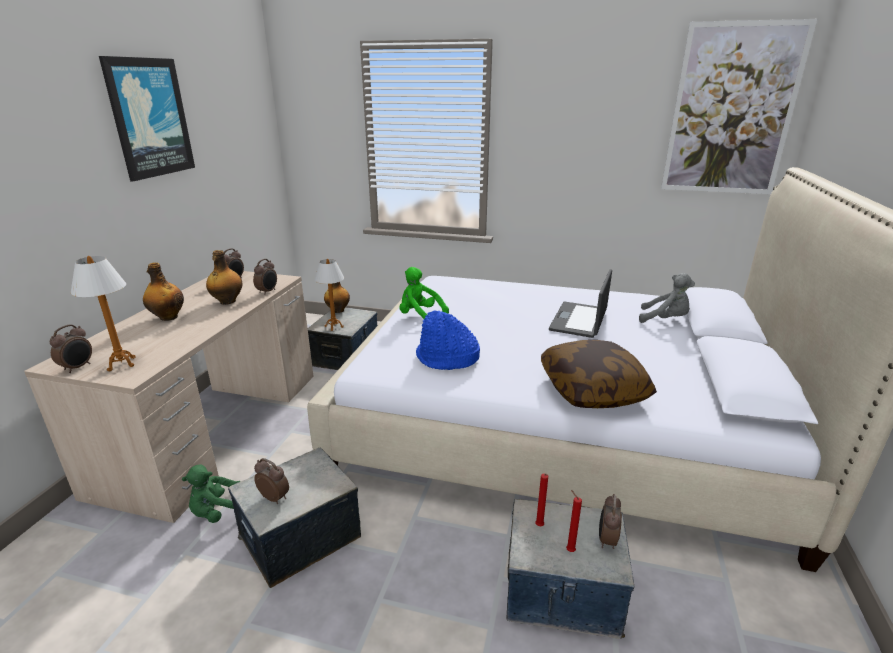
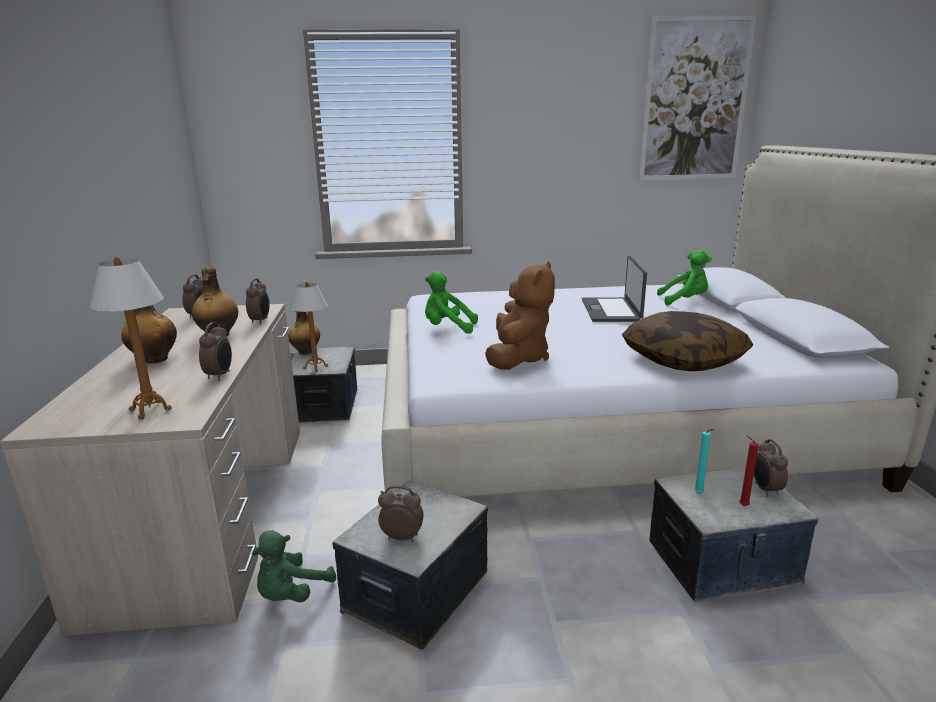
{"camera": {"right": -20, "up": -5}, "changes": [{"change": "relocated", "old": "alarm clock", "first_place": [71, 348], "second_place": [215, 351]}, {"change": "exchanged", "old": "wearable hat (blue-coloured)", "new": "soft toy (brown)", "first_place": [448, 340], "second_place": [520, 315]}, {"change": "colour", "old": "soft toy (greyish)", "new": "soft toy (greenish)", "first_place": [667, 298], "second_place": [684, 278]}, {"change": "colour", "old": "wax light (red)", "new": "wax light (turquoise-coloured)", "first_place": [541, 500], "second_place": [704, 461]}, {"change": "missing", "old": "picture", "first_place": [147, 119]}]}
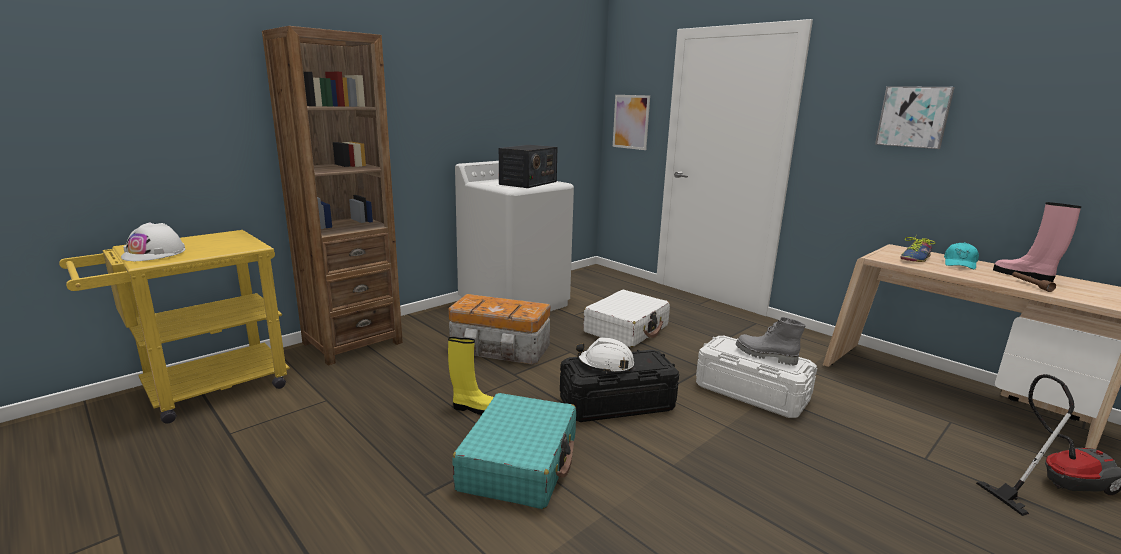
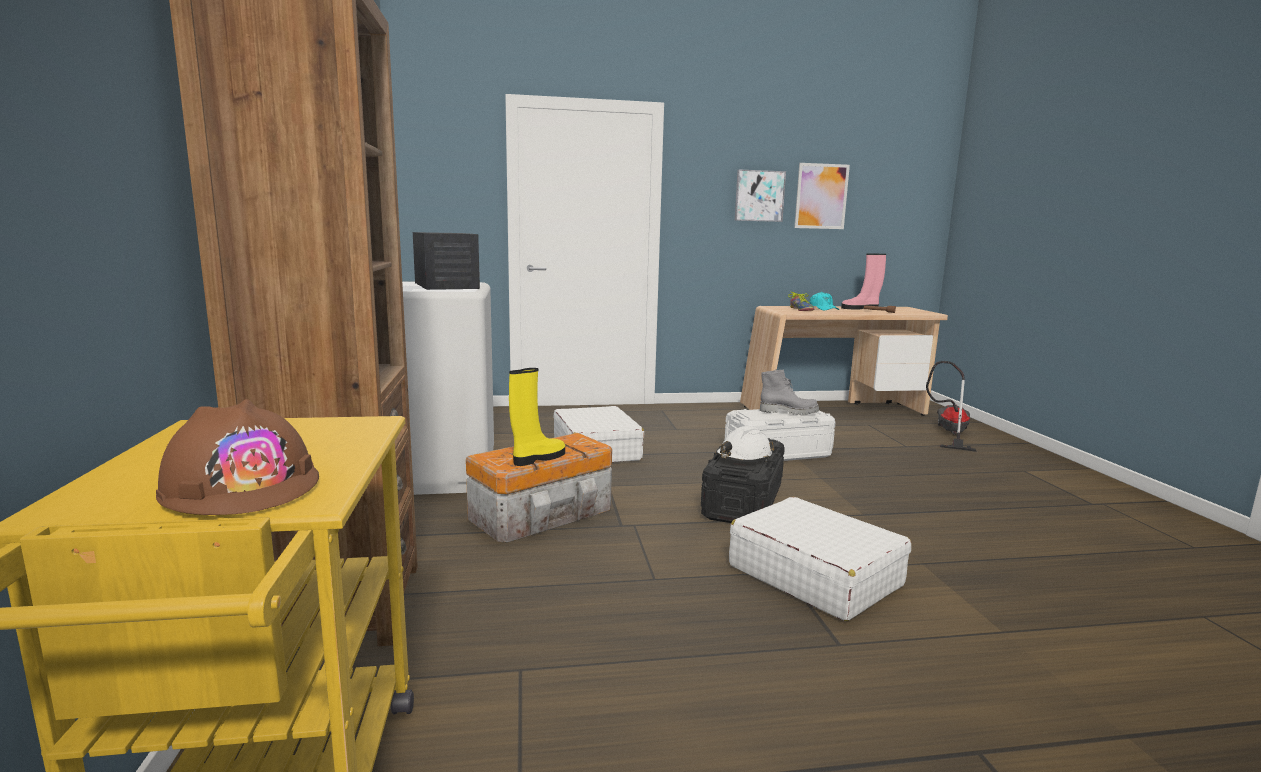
{"camera": {"right": -55, "up": -5}, "changes": [{"change": "colour", "old": "hard hat (whitish)", "new": "hard hat (brown)", "first_place": [153, 241], "second_place": [237, 457]}, {"change": "relocated", "old": "boot (yellow-coloured)", "first_place": [471, 376], "second_place": [537, 417]}, {"change": "colour", "old": "suitcase (turquoise-coloured)", "new": "suitcase (whitish)", "first_place": [514, 451], "second_place": [820, 559]}, {"change": "spun", "old": "boot (greyish)", "first_place": [770, 341], "second_place": [789, 392], "degrees": -150}, {"change": "relocated", "old": "picture", "first_place": [631, 122], "second_place": [822, 196]}]}
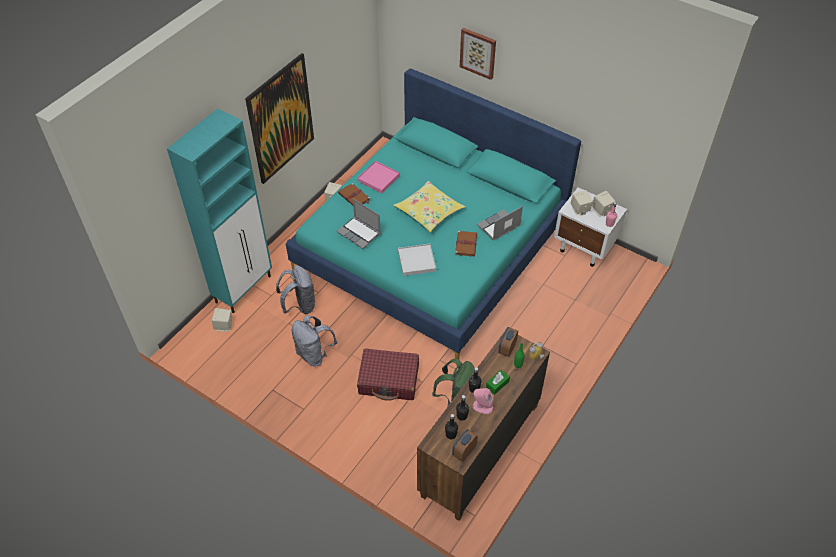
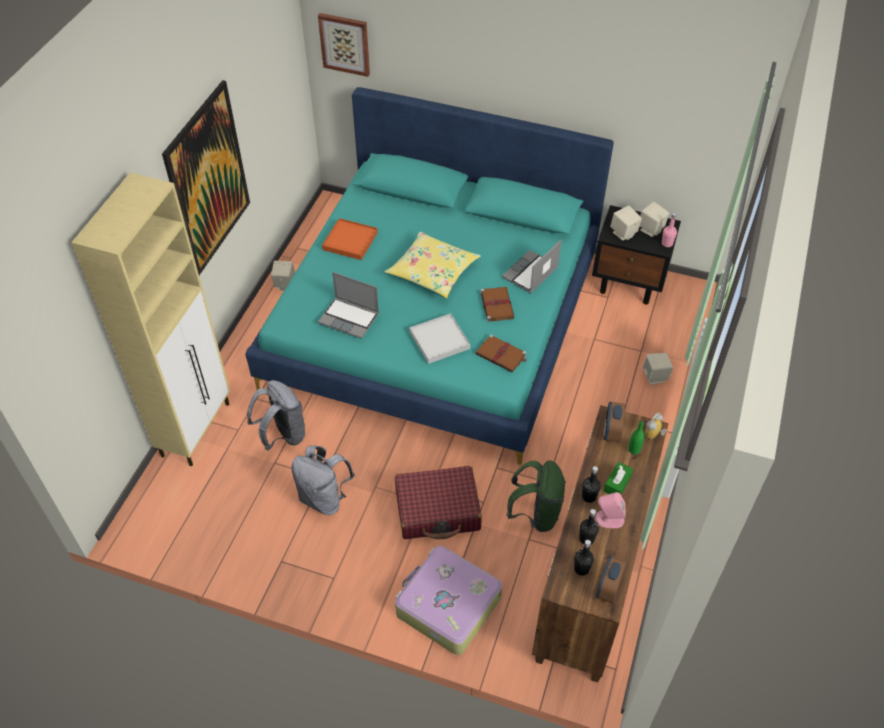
{"camera": {"right": -15, "up": 0}, "changes": [{"change": "colour", "old": "cabinet (turquoise-coloured)", "new": "cabinet (sand-coloured)", "first_place": [219, 211], "second_place": [150, 319]}, {"change": "relocated", "old": "picture", "first_place": [478, 54], "second_place": [344, 45]}, {"change": "colour", "old": "tray (pink)", "new": "tray (orange-coloured)", "first_place": [378, 177], "second_place": [350, 239]}, {"change": "appeared", "new": "suitcase", "second_place": [448, 600]}, {"change": "relocated", "old": "bound book (brown)", "first_place": [354, 194], "second_place": [501, 353]}, {"change": "colour", "old": "bedside table (whitish)", "new": "bedside table (black)", "first_place": [590, 227], "second_place": [636, 254]}, {"change": "relocated", "old": "loudspeaker (sand-coloured)", "first_place": [222, 320], "second_place": [658, 369]}]}
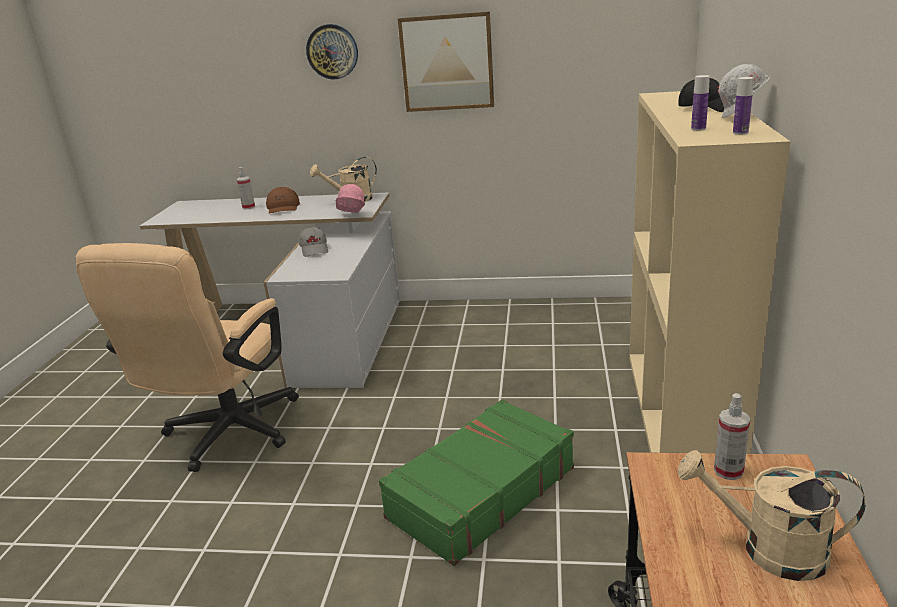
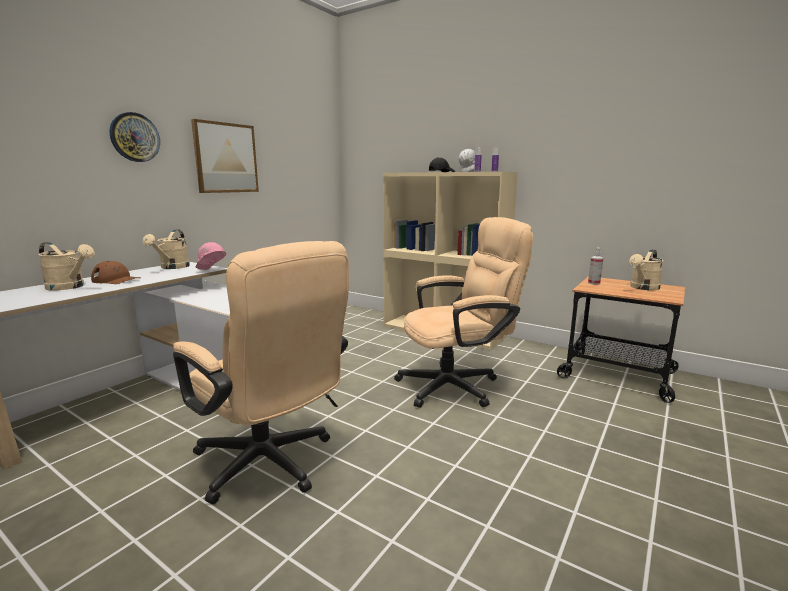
{"camera": {"right": -65, "up": -10}, "changes": [{"change": "exchanged", "old": "spray bottle", "new": "watering pot (sand-coloured)", "first_place": [246, 188], "second_place": [66, 266]}, {"change": "exchanged", "old": "suitcase (greenish)", "new": "computer chair (sand-coloured)", "first_place": [476, 482], "second_place": [463, 312]}, {"change": "missing", "old": "peaked cap (greyish)", "first_place": [313, 242]}]}
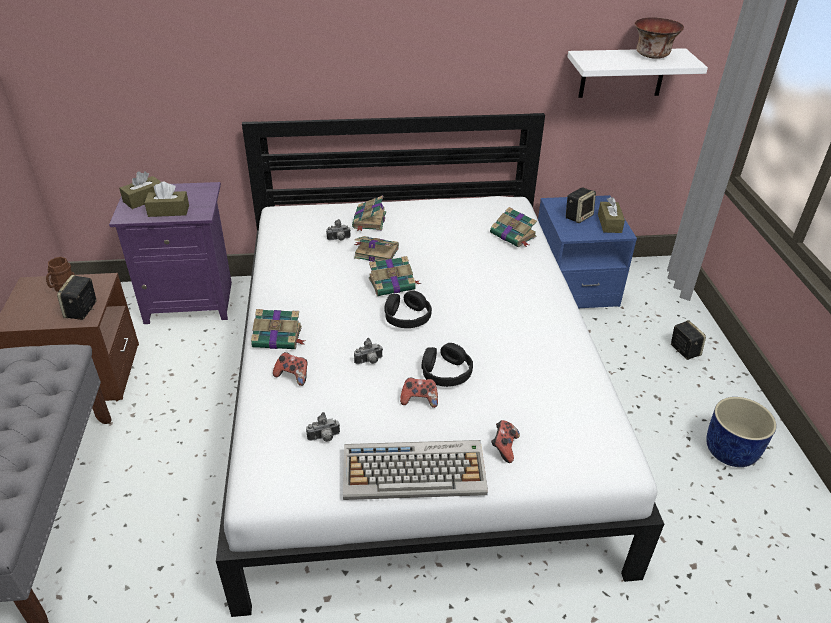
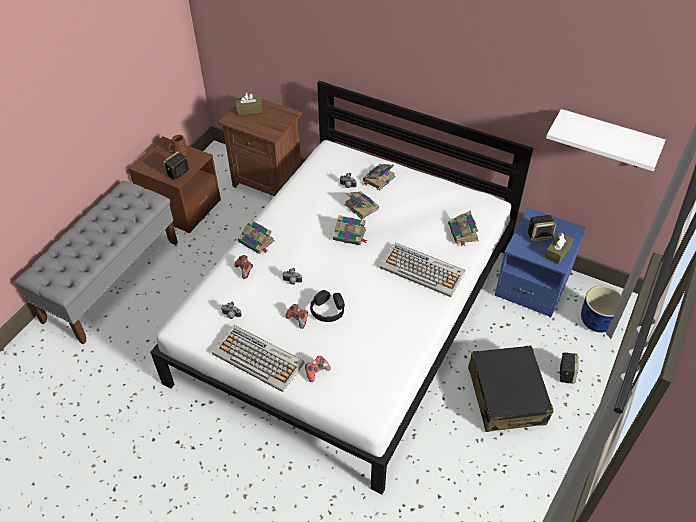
{"camera": {"right": 35, "up": 10}, "changes": [{"change": "colour", "old": "bedside table (purple)", "new": "bedside table (brown)", "first_place": [170, 253], "second_place": [260, 147]}, {"change": "appeared", "new": "keyboard", "second_place": [422, 269]}, {"change": "appeared", "new": "suitcase (black)", "second_place": [511, 388]}, {"change": "relocated", "old": "plant pot (blue-coloured)", "first_place": [741, 432], "second_place": [601, 309]}, {"change": "missing", "old": "tissue box (brown)", "first_place": [166, 199]}, {"change": "missing", "old": "headset (black)", "first_place": [408, 309]}, {"change": "missing", "old": "serving bowl", "first_place": [659, 38]}]}
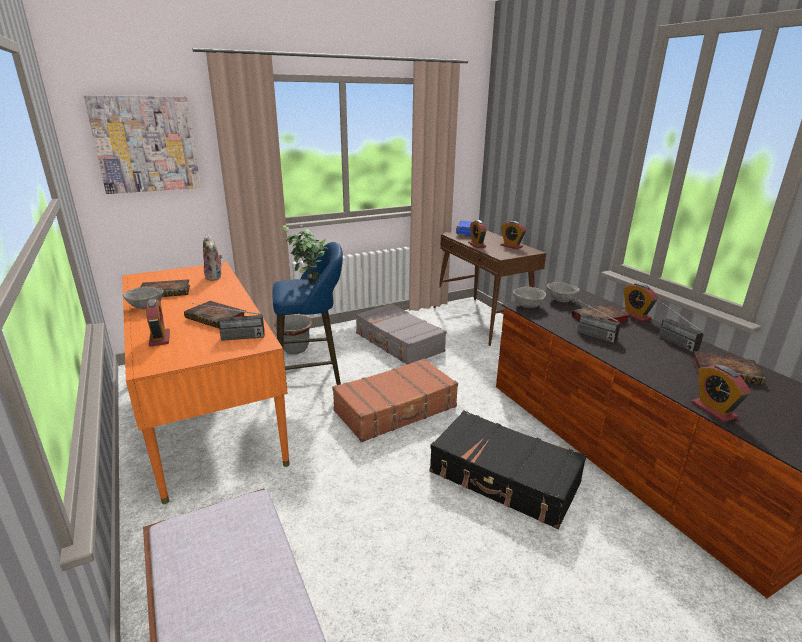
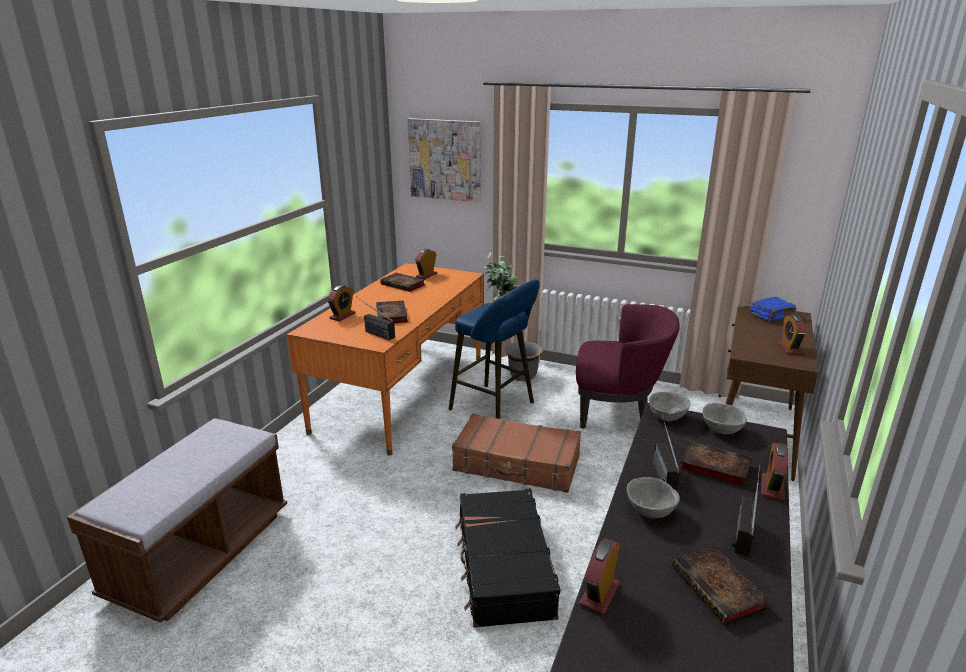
{"camera": {"right": 50, "up": 0}, "changes": [{"change": "relocated", "old": "alarm clock", "first_place": [477, 234], "second_place": [426, 264]}, {"change": "exchanged", "old": "suitcase (greyish)", "new": "lounge chair (purple)", "first_place": [401, 334], "second_place": [628, 366]}, {"change": "relocated", "old": "serving bowl (greyish)", "first_place": [143, 297], "second_place": [653, 497]}, {"change": "missing", "old": "soft toy", "first_place": [212, 257]}]}
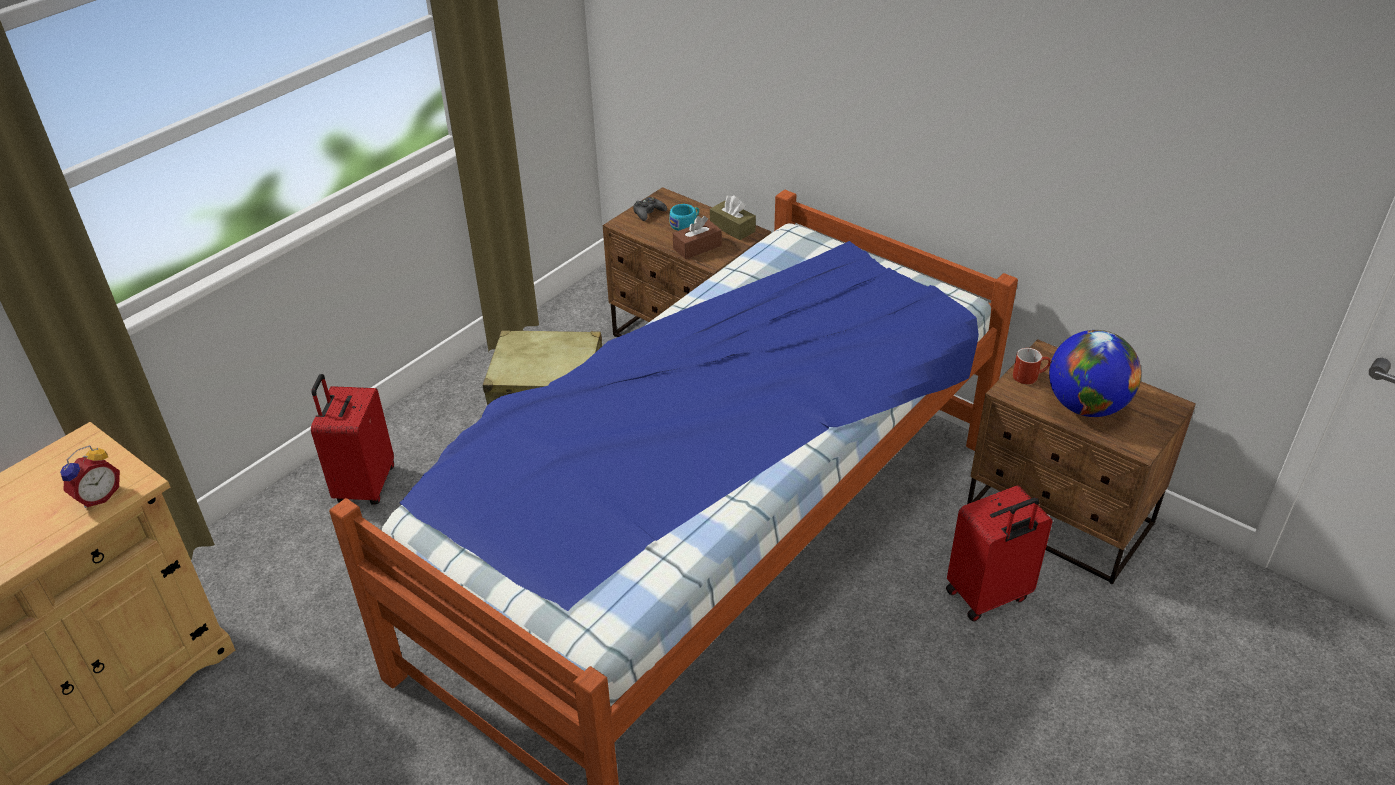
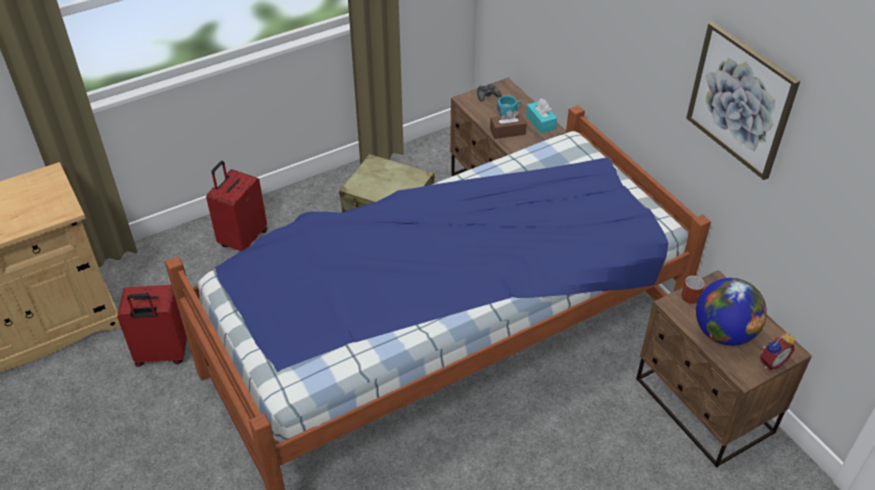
{"camera": {"right": 20, "up": 5}, "changes": [{"change": "relocated", "old": "suitcase (red)", "first_place": [999, 553], "second_place": [152, 326]}, {"change": "colour", "old": "tissue box (brown)", "new": "tissue box (turquoise-coloured)", "first_place": [733, 217], "second_place": [541, 115]}, {"change": "appeared", "new": "picture", "second_place": [743, 101]}, {"change": "relocated", "old": "alarm clock", "first_place": [90, 476], "second_place": [777, 351]}]}
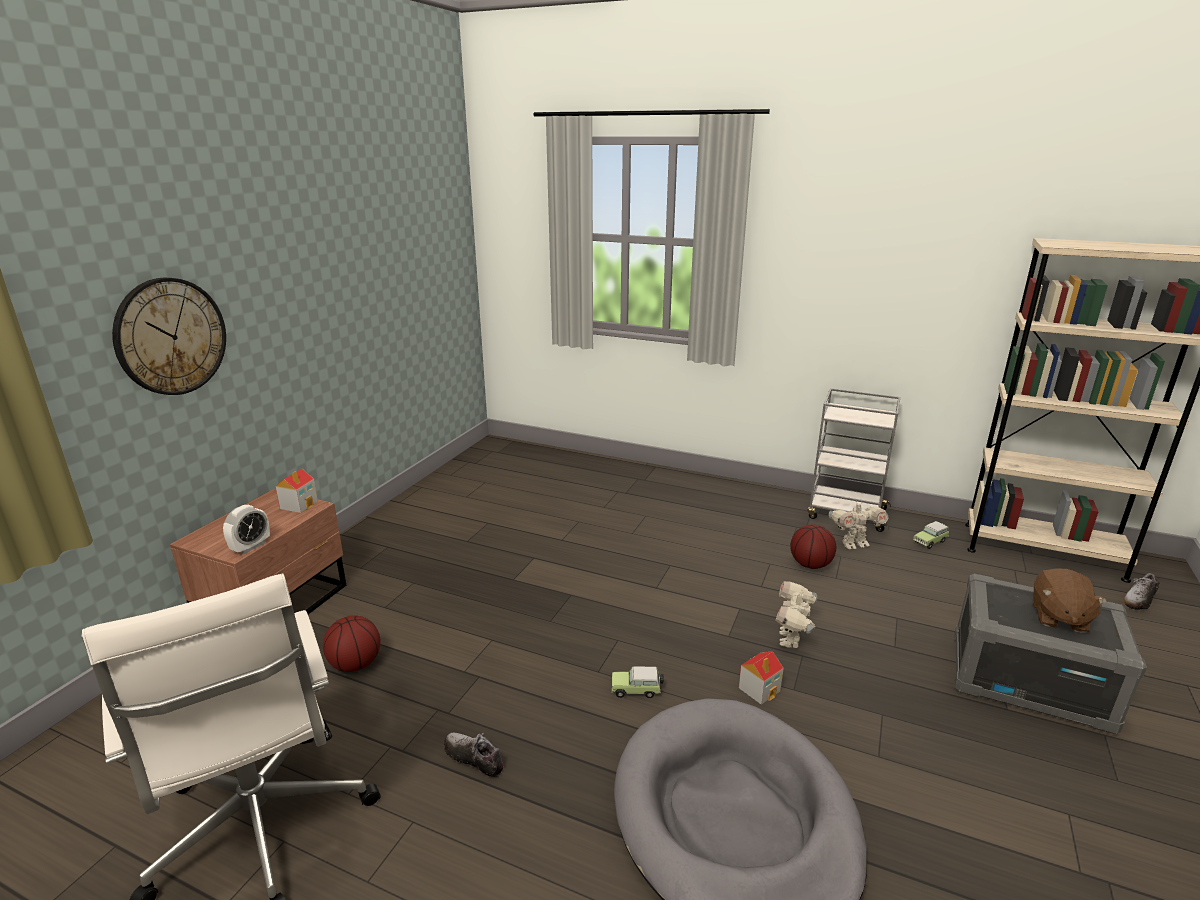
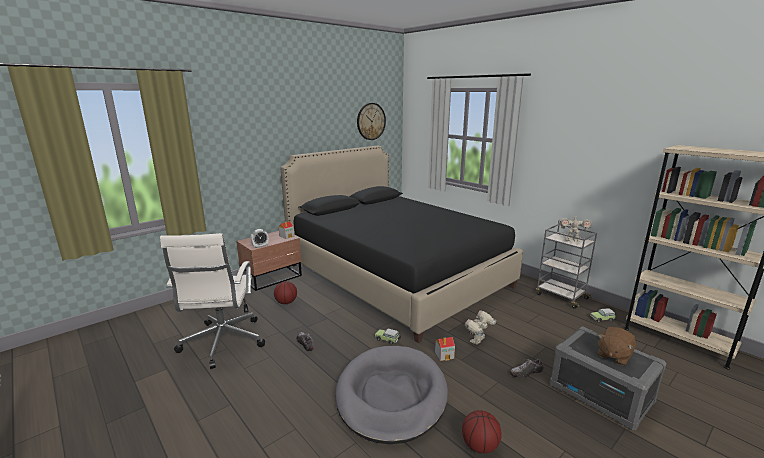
{"camera": {"right": 25, "up": -5}, "changes": [{"change": "appeared", "new": "sleeping bed (black)", "second_place": [401, 244]}, {"change": "relocated", "old": "clock on the wall", "first_place": [169, 336], "second_place": [371, 121]}, {"change": "relocated", "old": "ball for basketball", "first_place": [813, 547], "second_place": [482, 431]}, {"change": "relocated", "old": "shoe", "first_place": [1142, 591], "second_place": [527, 368]}, {"change": "relocated", "old": "toy robot", "first_place": [858, 524], "second_place": [575, 229]}]}
